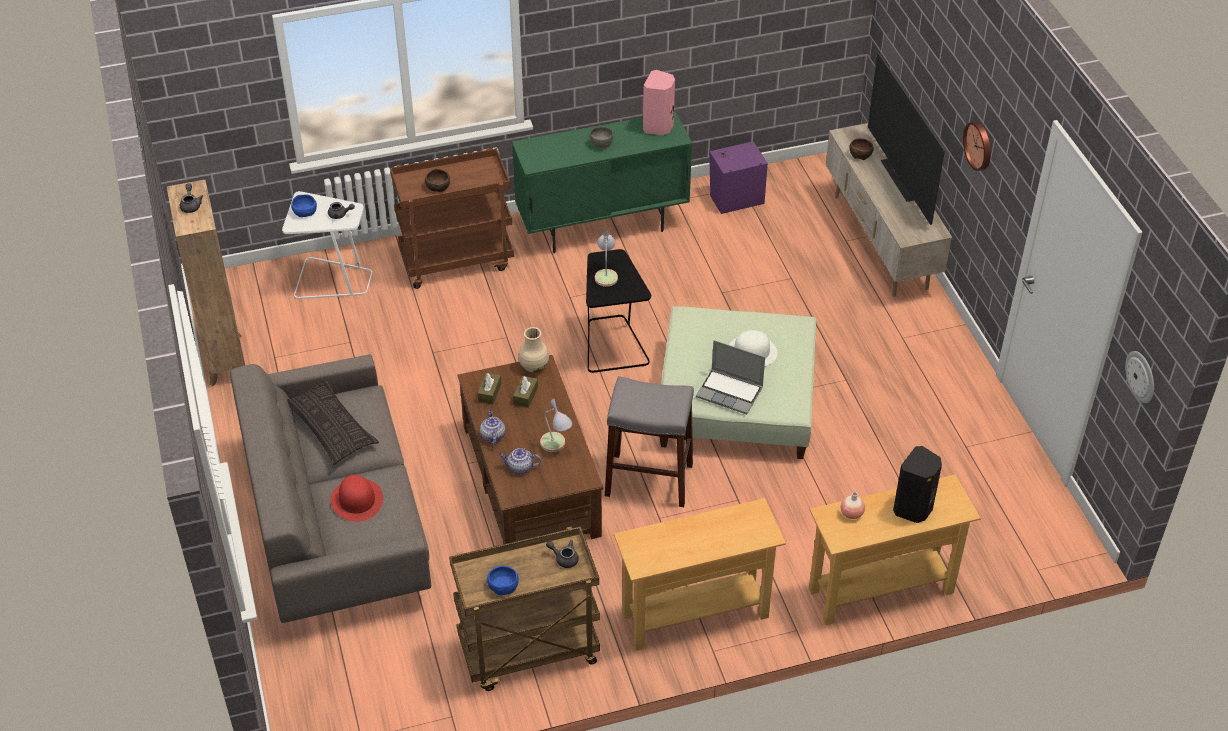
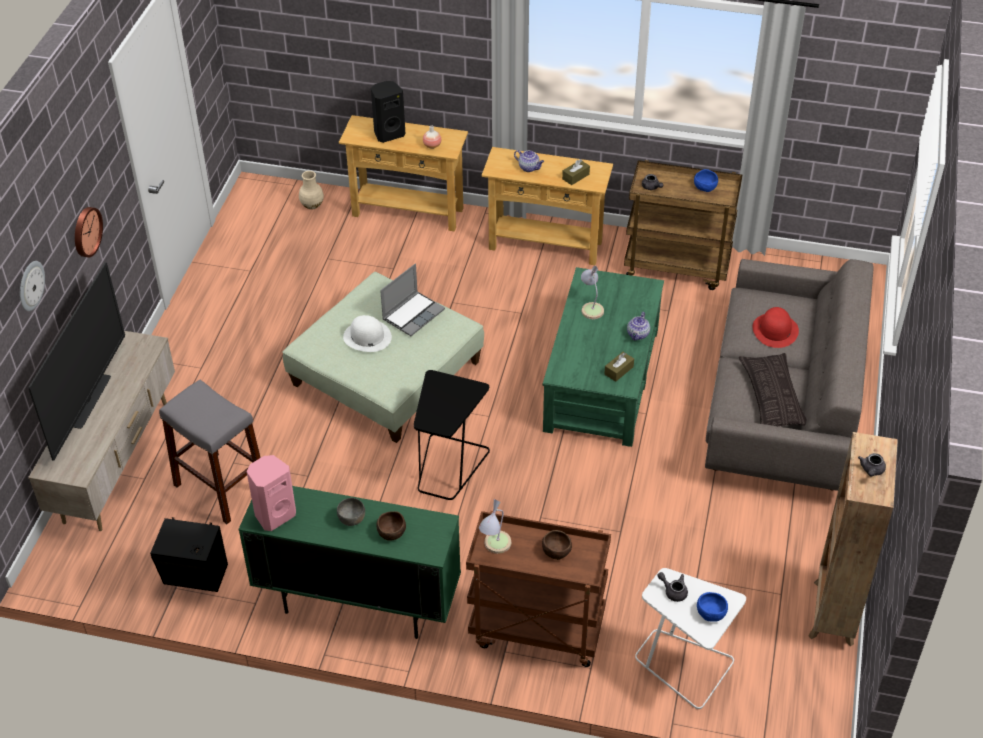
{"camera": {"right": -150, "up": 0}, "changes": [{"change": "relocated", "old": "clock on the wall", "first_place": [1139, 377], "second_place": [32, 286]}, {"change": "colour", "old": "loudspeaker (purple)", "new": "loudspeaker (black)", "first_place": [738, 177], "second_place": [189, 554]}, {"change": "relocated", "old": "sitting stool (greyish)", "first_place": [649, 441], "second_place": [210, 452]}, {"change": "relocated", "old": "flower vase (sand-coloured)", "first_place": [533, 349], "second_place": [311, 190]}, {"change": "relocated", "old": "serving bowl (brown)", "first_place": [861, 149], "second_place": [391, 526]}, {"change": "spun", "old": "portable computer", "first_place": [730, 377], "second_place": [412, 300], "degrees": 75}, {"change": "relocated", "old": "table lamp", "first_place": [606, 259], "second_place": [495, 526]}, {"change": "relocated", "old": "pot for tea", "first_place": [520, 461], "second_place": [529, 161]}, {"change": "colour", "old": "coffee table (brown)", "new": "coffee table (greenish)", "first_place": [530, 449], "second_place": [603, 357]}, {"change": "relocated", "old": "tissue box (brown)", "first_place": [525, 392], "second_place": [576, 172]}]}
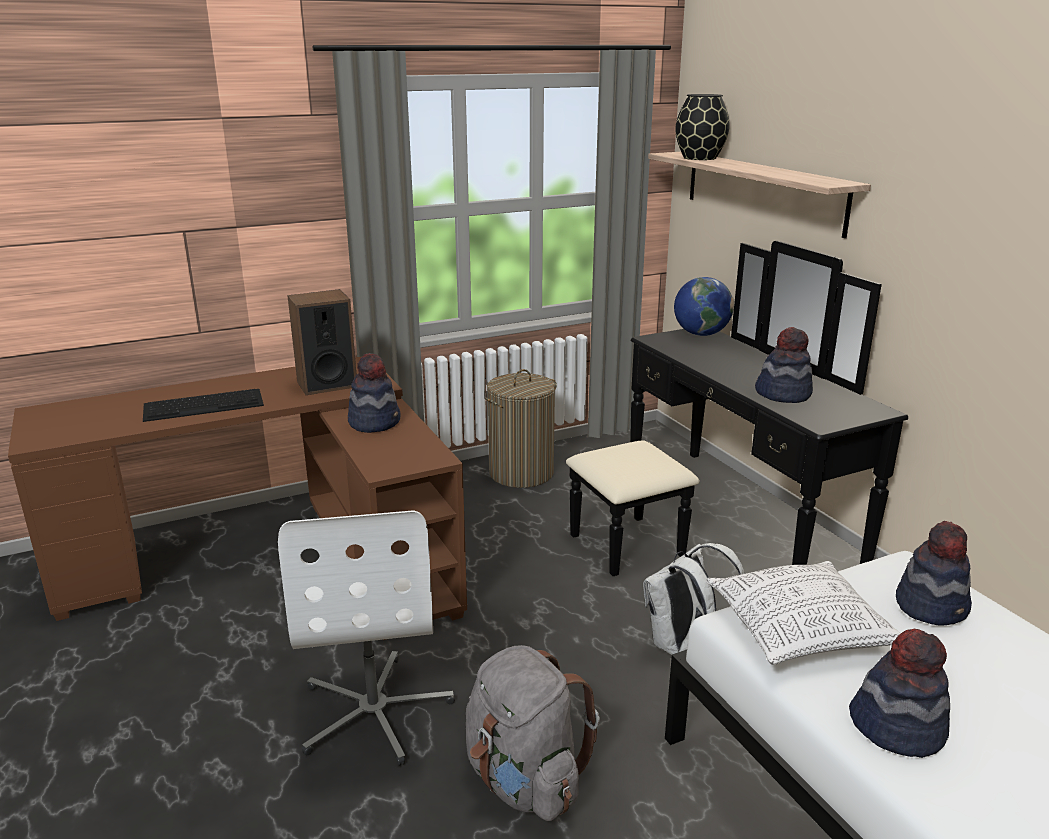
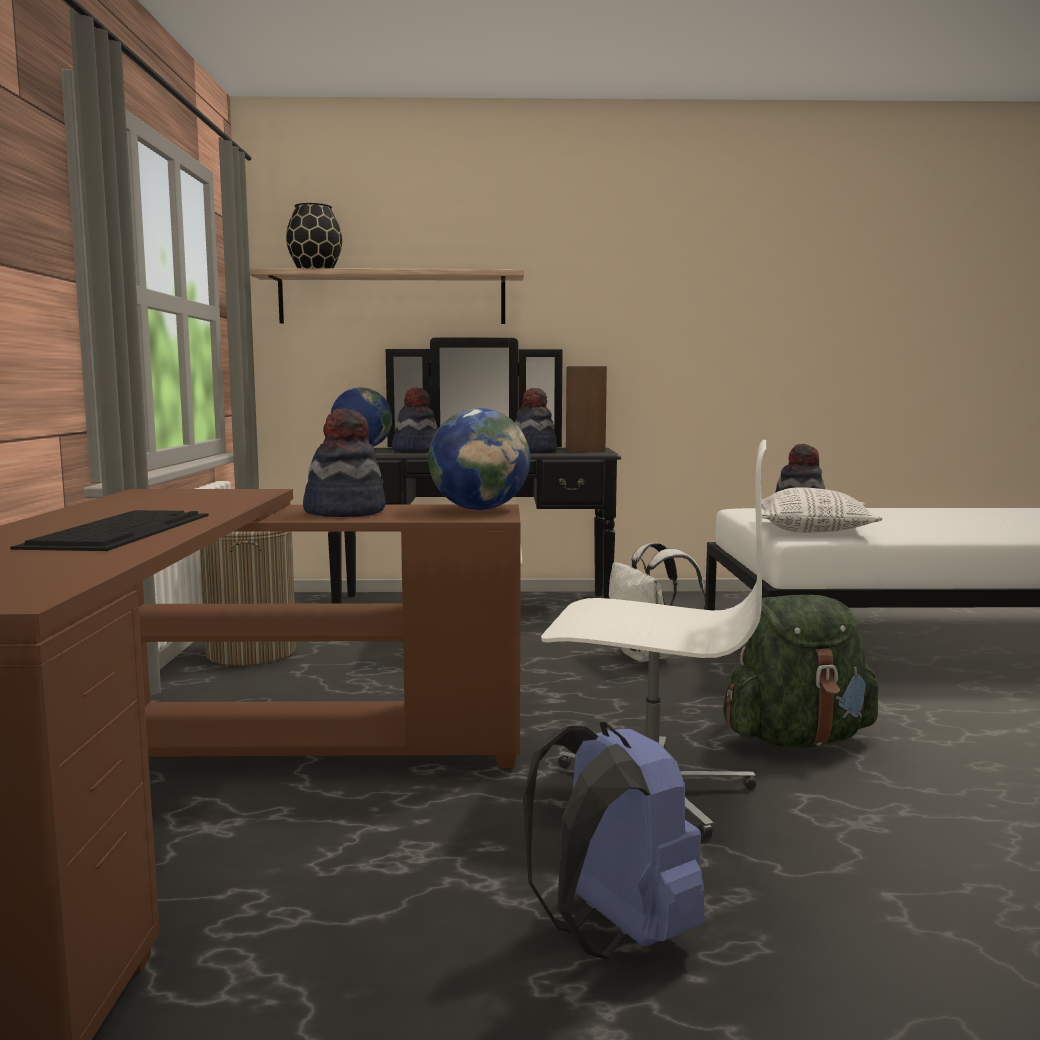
{"camera": {"right": -65, "up": -15}, "changes": [{"change": "relocated", "old": "wearable hat", "first_place": [899, 693], "second_place": [414, 420]}, {"change": "appeared", "new": "desk globe", "second_place": [479, 459]}, {"change": "appeared", "new": "rucksack (blue-coloured)", "second_place": [614, 840]}, {"change": "relocated", "old": "loudspeaker", "first_place": [322, 342], "second_place": [586, 409]}, {"change": "colour", "old": "rucksack (greyish)", "new": "rucksack (greenish)", "first_place": [533, 733], "second_place": [801, 671]}]}
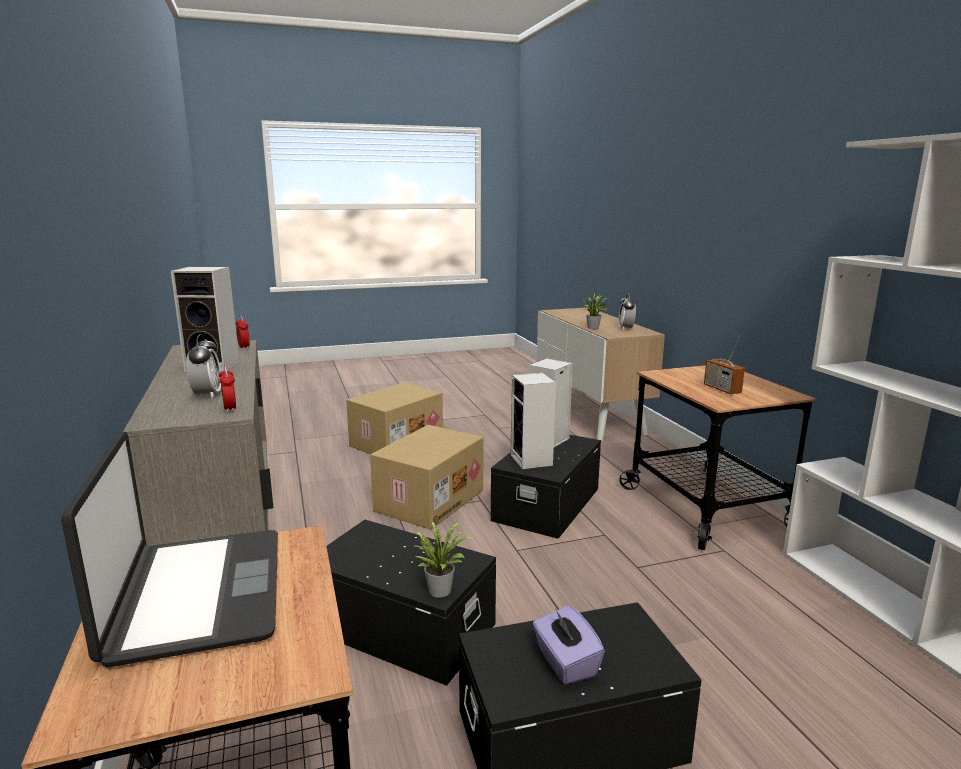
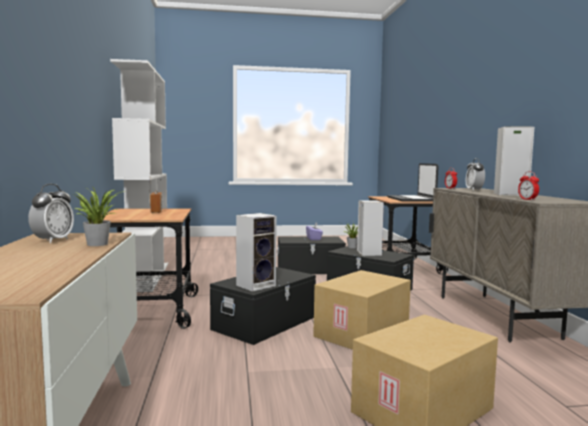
{"camera": {"right": -170, "up": -10}, "changes": [{"change": "relocated", "old": "loudspeaker", "first_place": [533, 421], "second_place": [370, 228]}]}
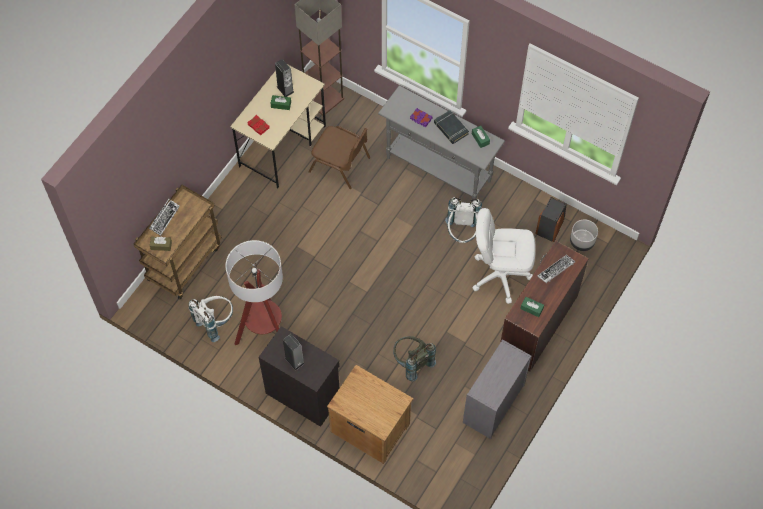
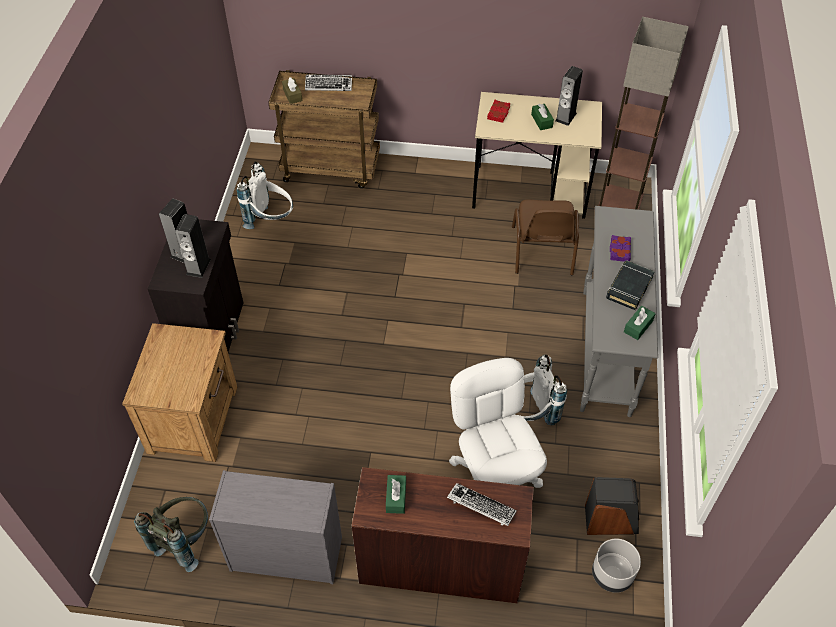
{"camera": {"right": 65, "up": -10}, "changes": [{"change": "relocated", "old": "rucksack (greyish)", "first_place": [414, 359], "second_place": [171, 534]}, {"change": "appeared", "new": "loudspeaker", "second_place": [193, 246]}, {"change": "missing", "old": "standard lamp", "first_place": [254, 292]}]}
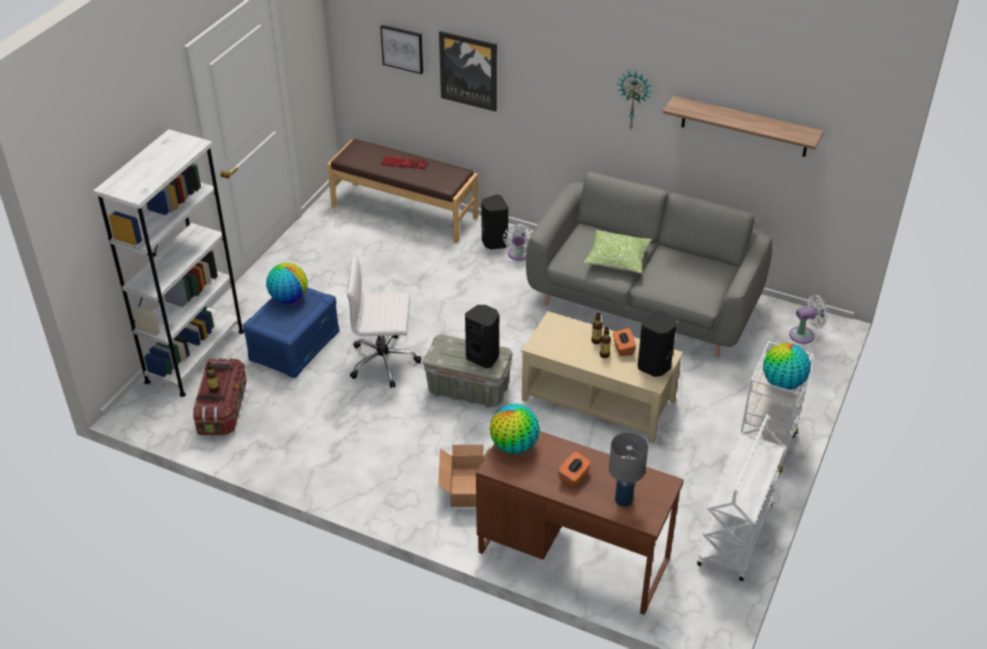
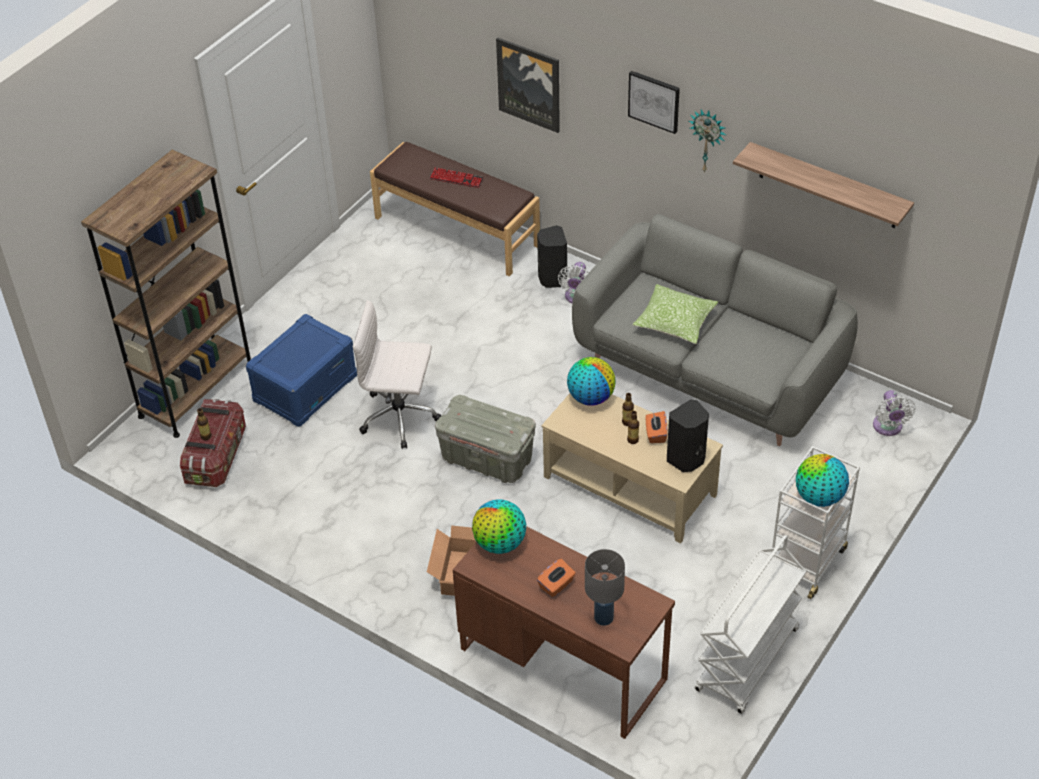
{"camera": {"right": 10, "up": 5}, "changes": [{"change": "colour", "old": "bookshelf (whitish)", "new": "bookshelf (brown)", "first_place": [168, 263], "second_place": [166, 294]}, {"change": "relocated", "old": "desk globe", "first_place": [287, 283], "second_place": [591, 381]}, {"change": "relocated", "old": "picture", "first_place": [401, 49], "second_place": [654, 102]}, {"change": "spun", "old": "fan (whitish)", "first_place": [808, 319], "second_place": [894, 413], "degrees": 90}, {"change": "missing", "old": "loudspeaker (black)", "first_place": [482, 336]}]}
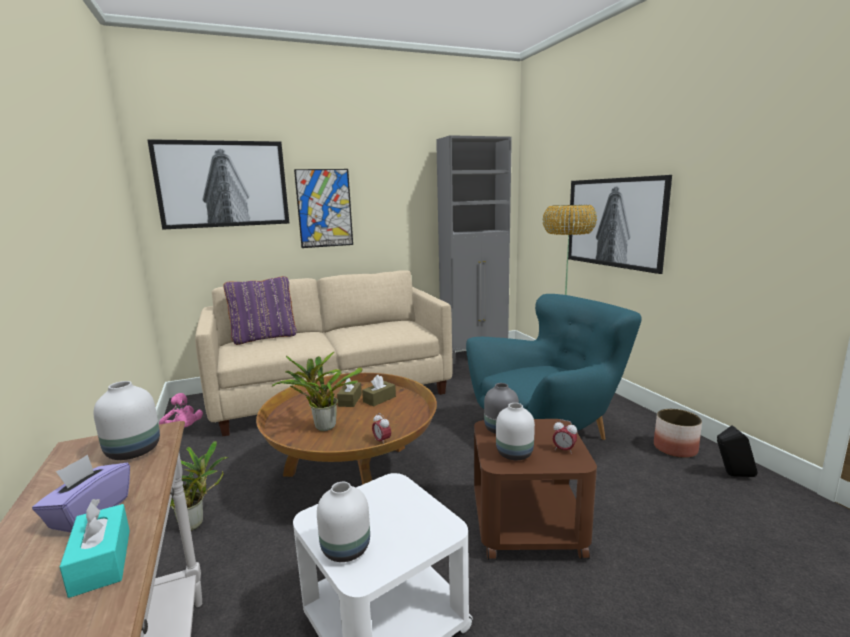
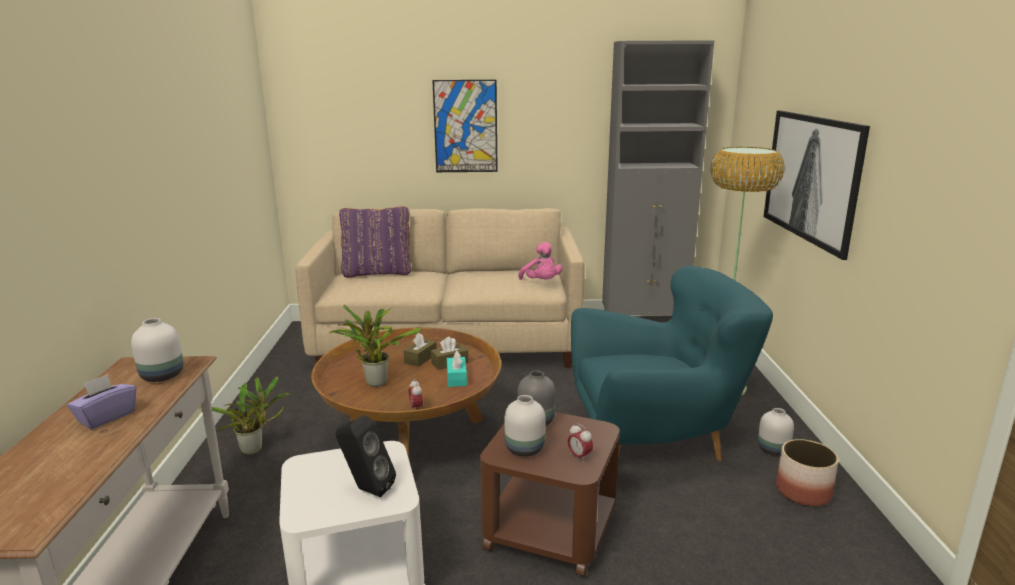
{"camera": {"right": 20, "up": 5}, "changes": [{"change": "relocated", "old": "loudspeaker (black)", "first_place": [737, 451], "second_place": [366, 456]}, {"change": "relocated", "old": "tissue box (turquoise-coloured)", "first_place": [95, 548], "second_place": [457, 369]}, {"change": "relocated", "old": "soft toy (pink)", "first_place": [181, 410], "second_place": [540, 261]}, {"change": "relocated", "old": "flower vase (whitish)", "first_place": [343, 522], "second_place": [776, 432]}, {"change": "missing", "old": "picture", "first_place": [218, 184]}]}
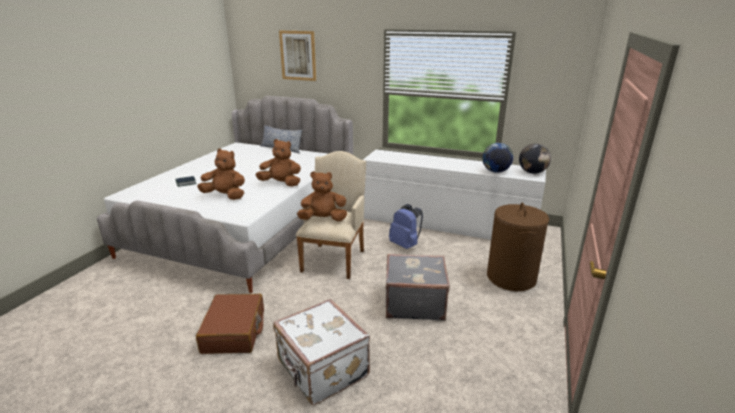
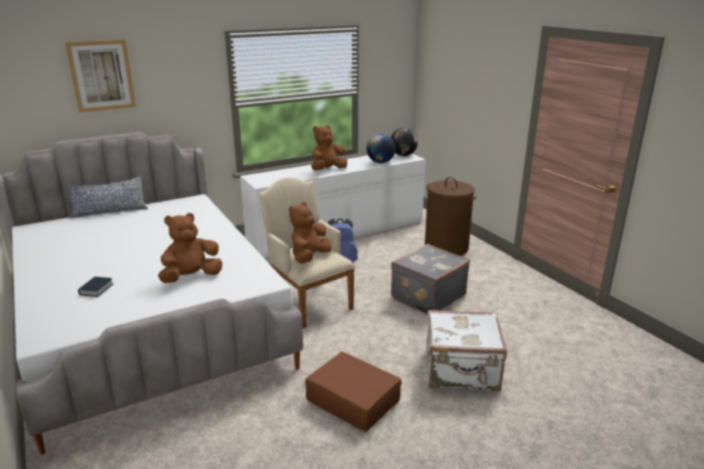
{"camera": {"right": -50, "up": 0}, "changes": [{"change": "relocated", "old": "soft toy (brown)", "first_place": [278, 163], "second_place": [329, 147]}]}
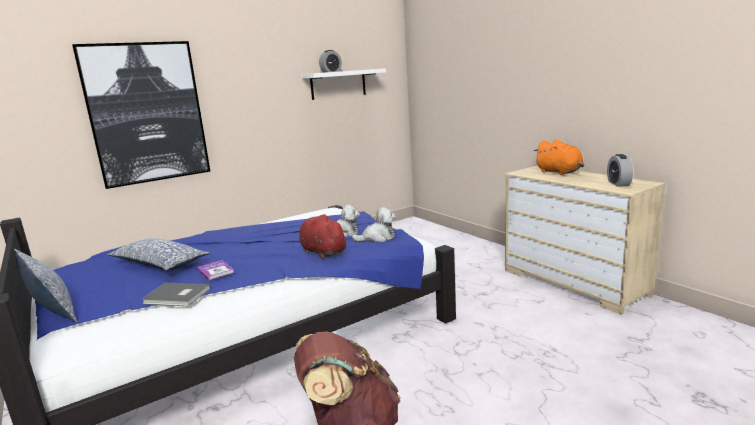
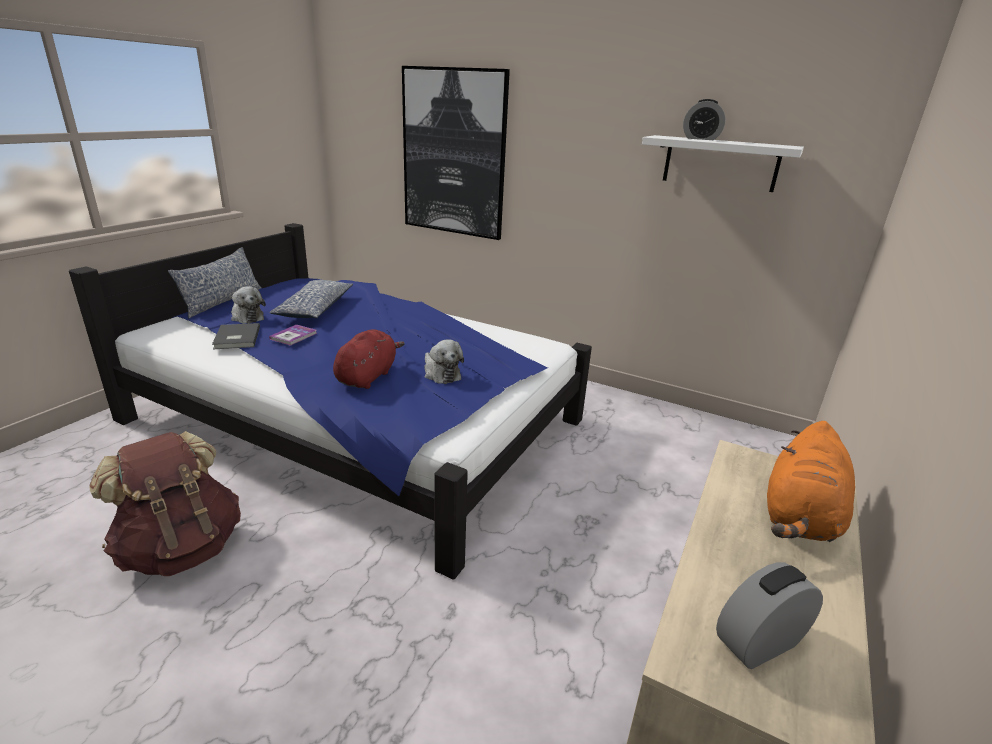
{"camera": {"right": 60, "up": 10}, "changes": [{"change": "relocated", "old": "soft toy", "first_place": [374, 224], "second_place": [248, 305]}]}
